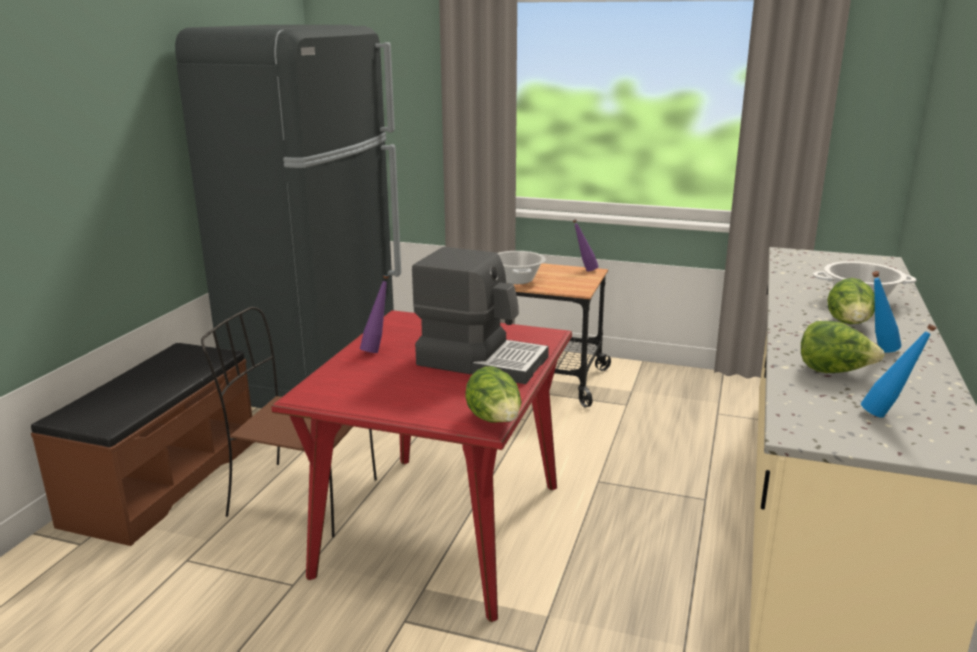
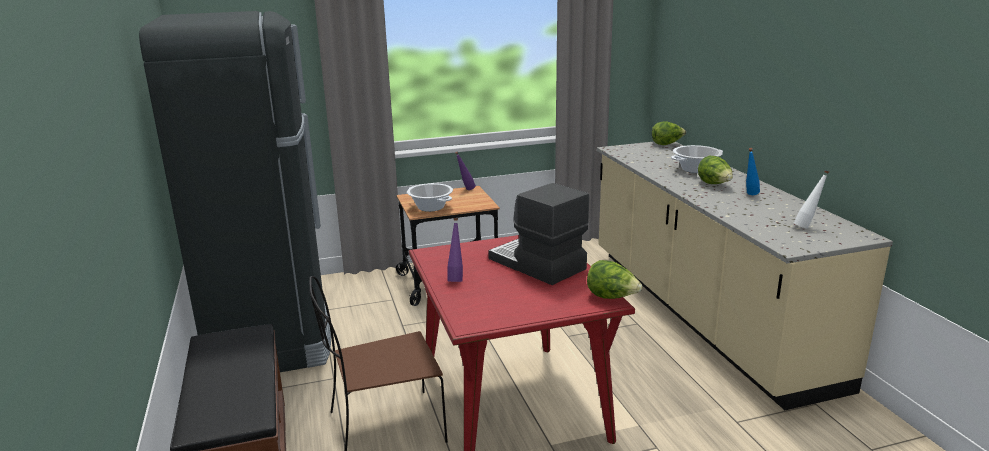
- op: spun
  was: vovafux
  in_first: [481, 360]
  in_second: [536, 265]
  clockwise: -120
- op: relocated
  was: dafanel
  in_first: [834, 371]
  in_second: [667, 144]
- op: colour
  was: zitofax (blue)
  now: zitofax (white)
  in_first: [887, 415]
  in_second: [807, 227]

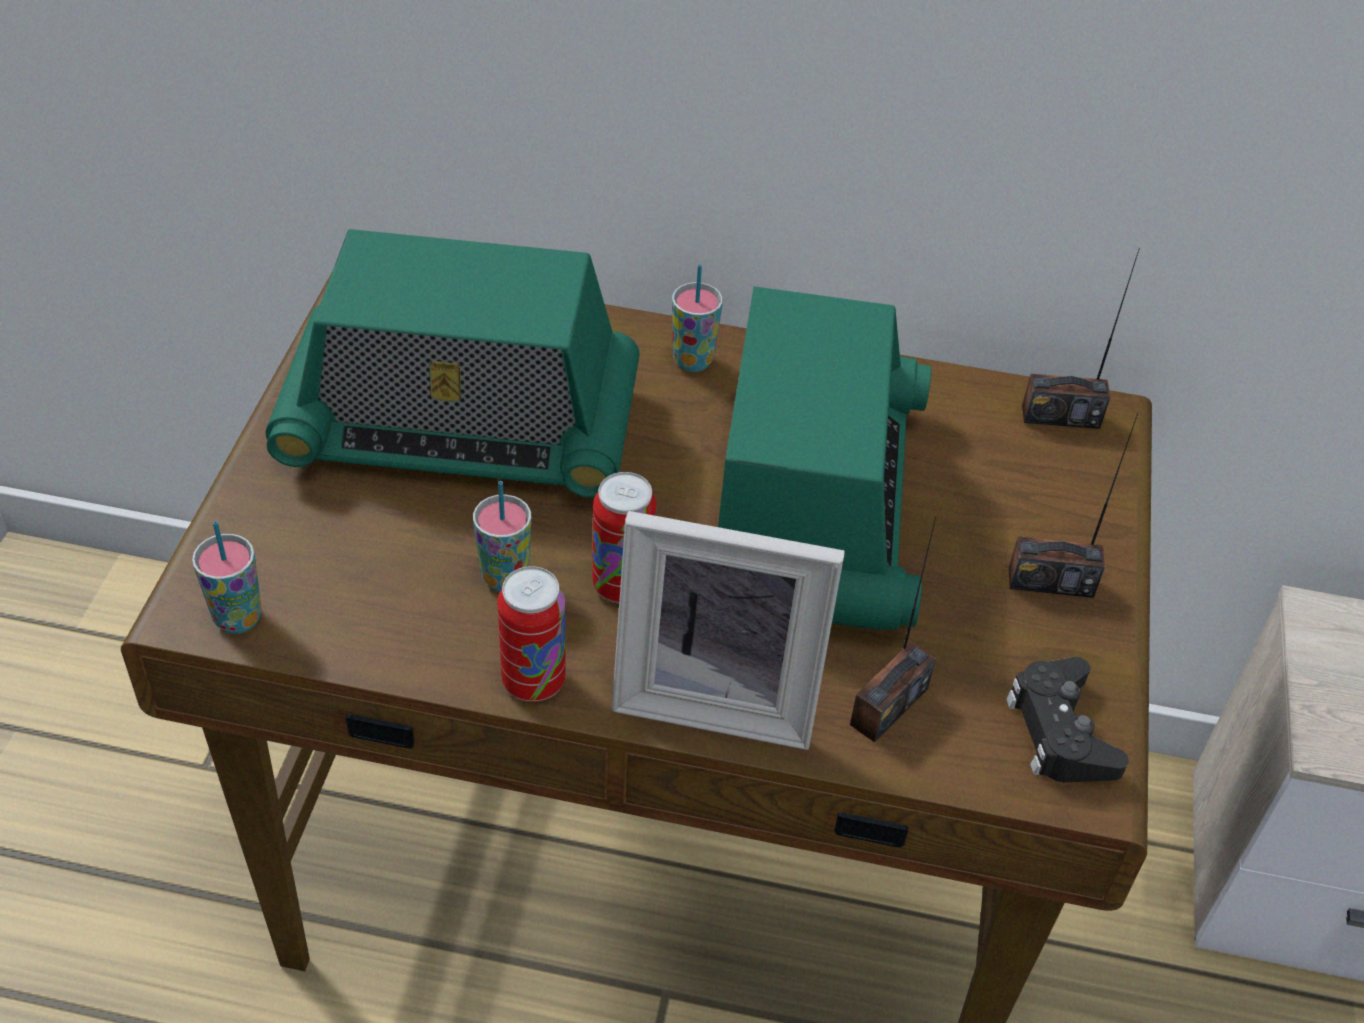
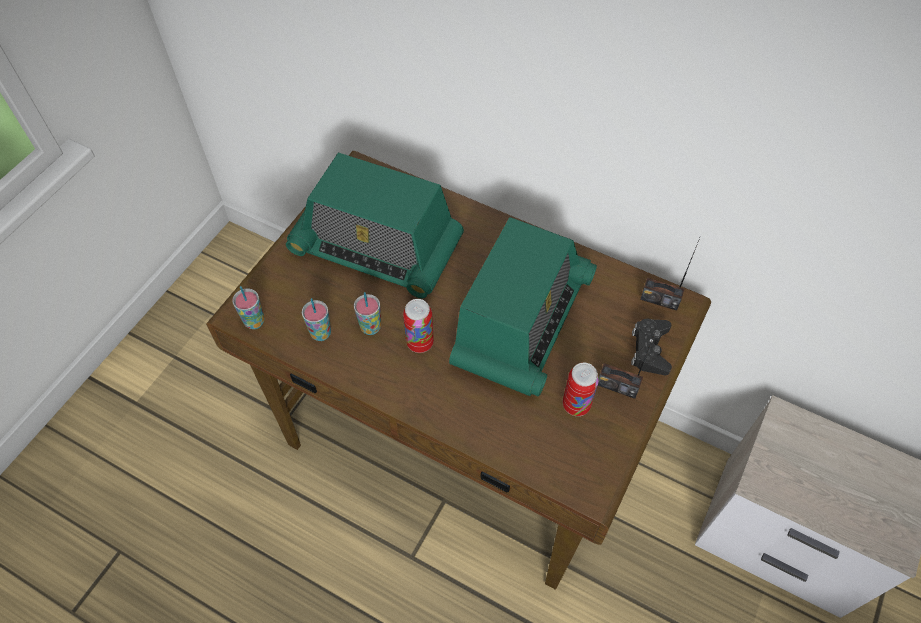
- op: relocated
  was: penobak
  in_first: [533, 681]
  in_second: [576, 405]
- op: missing
  was: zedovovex
  in_first: [717, 696]
- op: relocated
  was: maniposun
  in_first: [693, 361]
  in_second: [321, 333]
- op: missing
  was: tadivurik
  in_first: [888, 706]
- op: relocated
  was: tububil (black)
  in_first: [1060, 731]
  in_second: [650, 349]

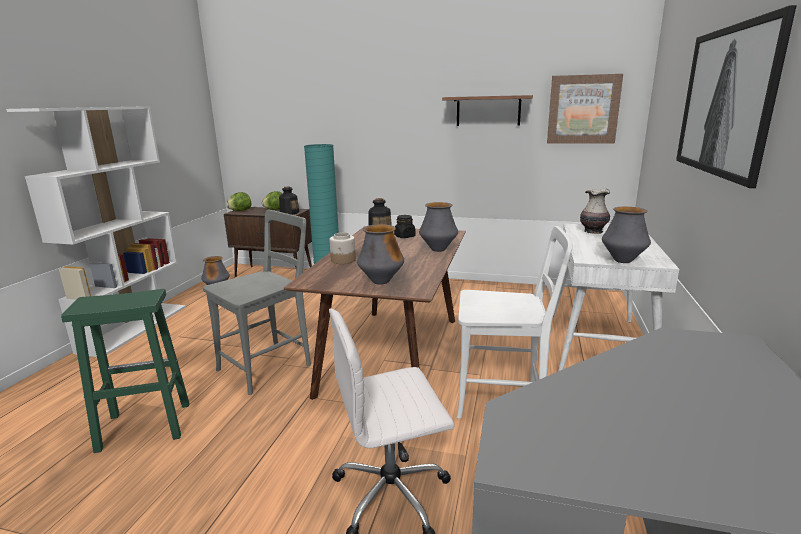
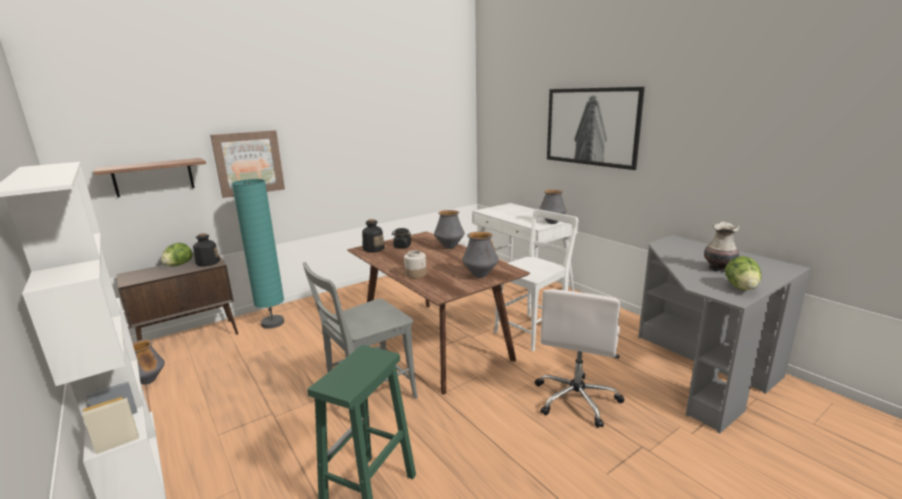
- op: spun
  was: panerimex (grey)
  in_first: [269, 366]
  in_second: [368, 397]
  clockwise: -120
- op: relocated
  was: dafanel
  in_first: [240, 211]
  in_second: [741, 288]
- op: relocated
  was: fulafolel
  in_first: [488, 111]
  in_second: [153, 177]
- op: relocated
  was: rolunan
  in_first: [583, 109]
  in_second: [249, 163]
- op: relocated
  was: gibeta
  in_first: [593, 232]
  in_second: [719, 269]

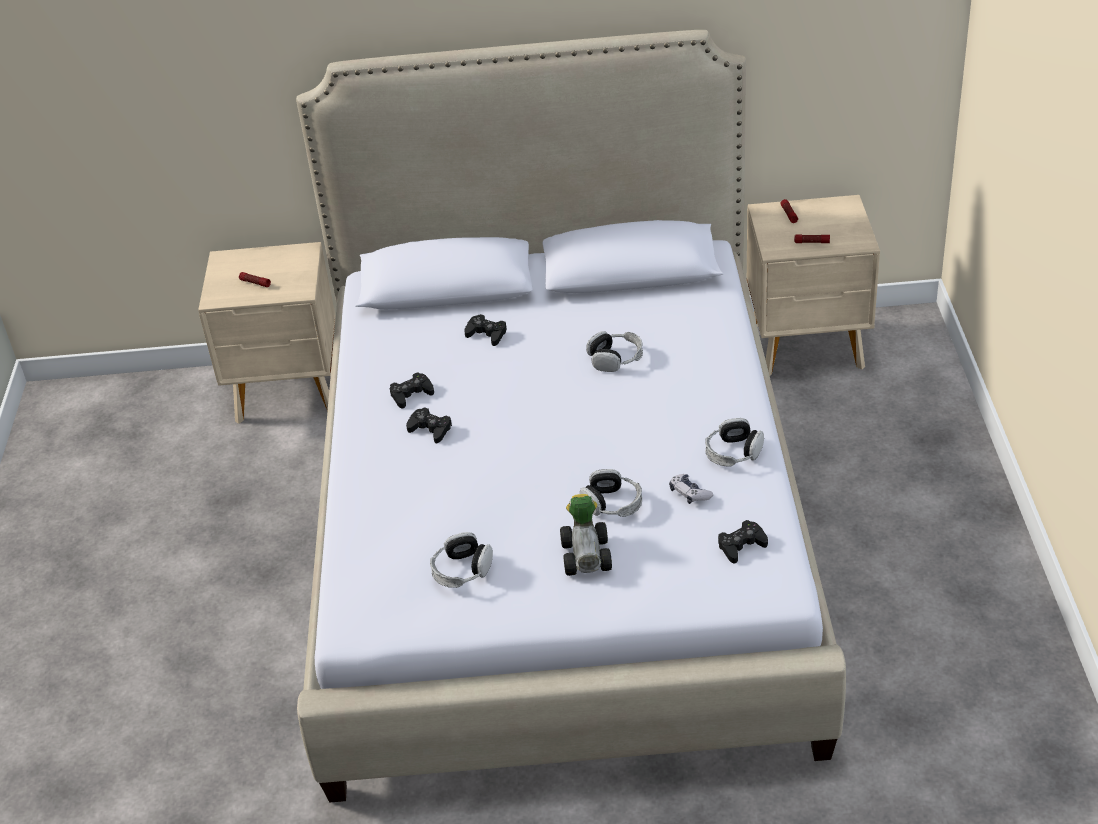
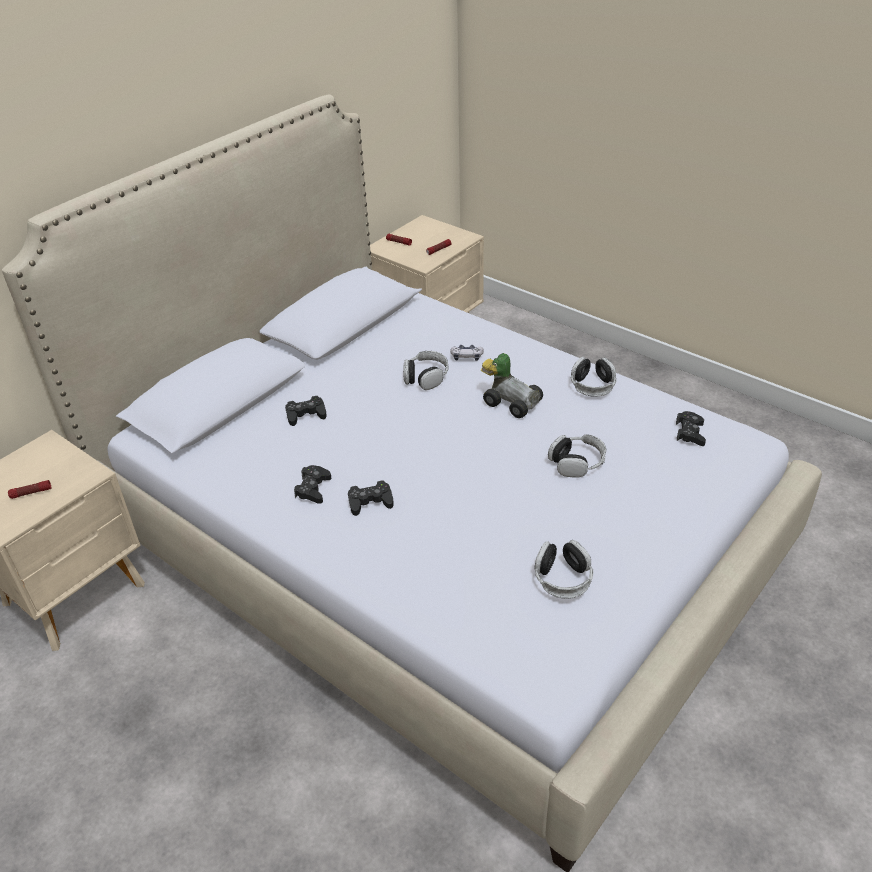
- op: relocated
  was: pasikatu
  in_first: [587, 553]
  in_second: [510, 401]
- op: relocated
  was: tububil
  in_first: [689, 493]
  in_second: [466, 357]

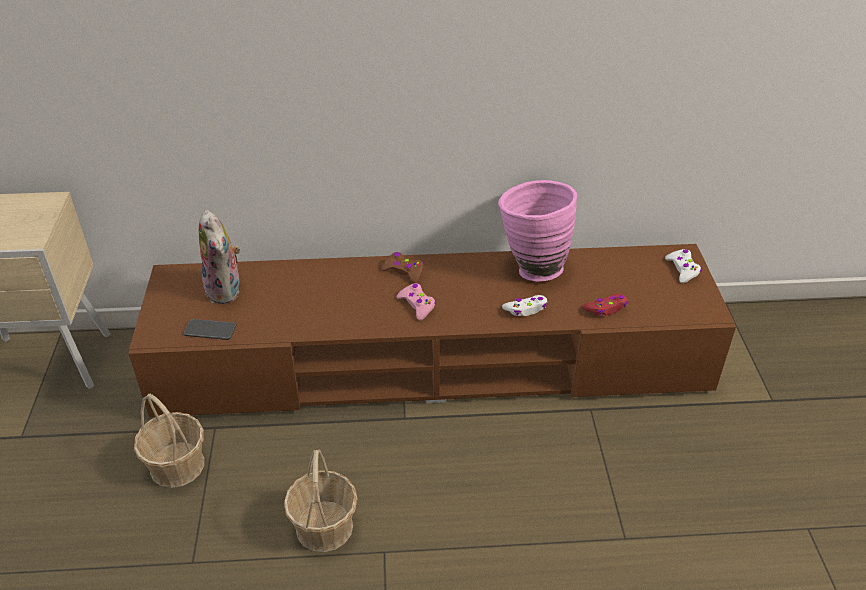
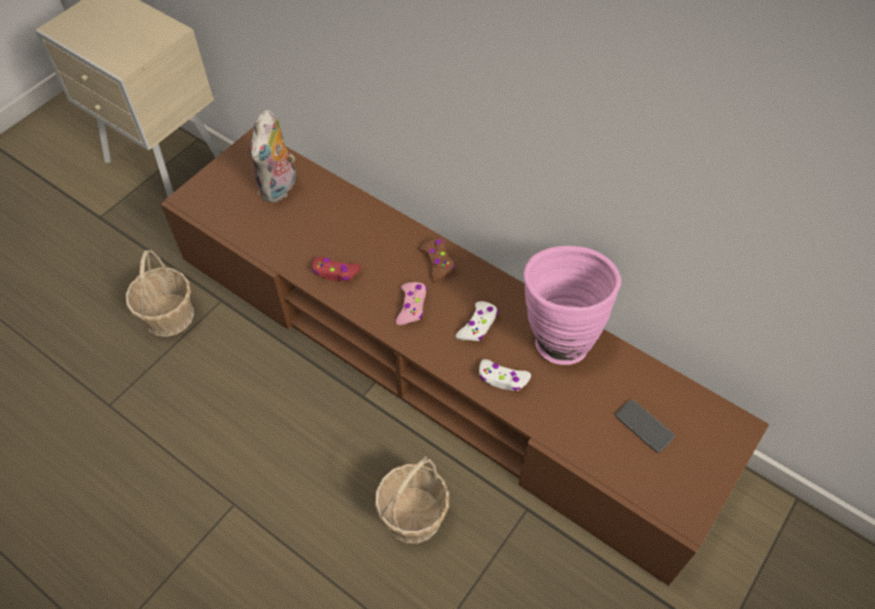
- op: relocated
  was: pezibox
  in_first: [210, 330]
  in_second: [644, 426]
- op: relocated
  was: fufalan
  in_first: [325, 526]
  in_second: [413, 515]
- op: relocated
  was: tububil (red)
  in_first: [606, 308]
  in_second: [335, 272]
- op: relocated
  was: tububil (white)
  in_first: [682, 269]
  in_second: [478, 325]

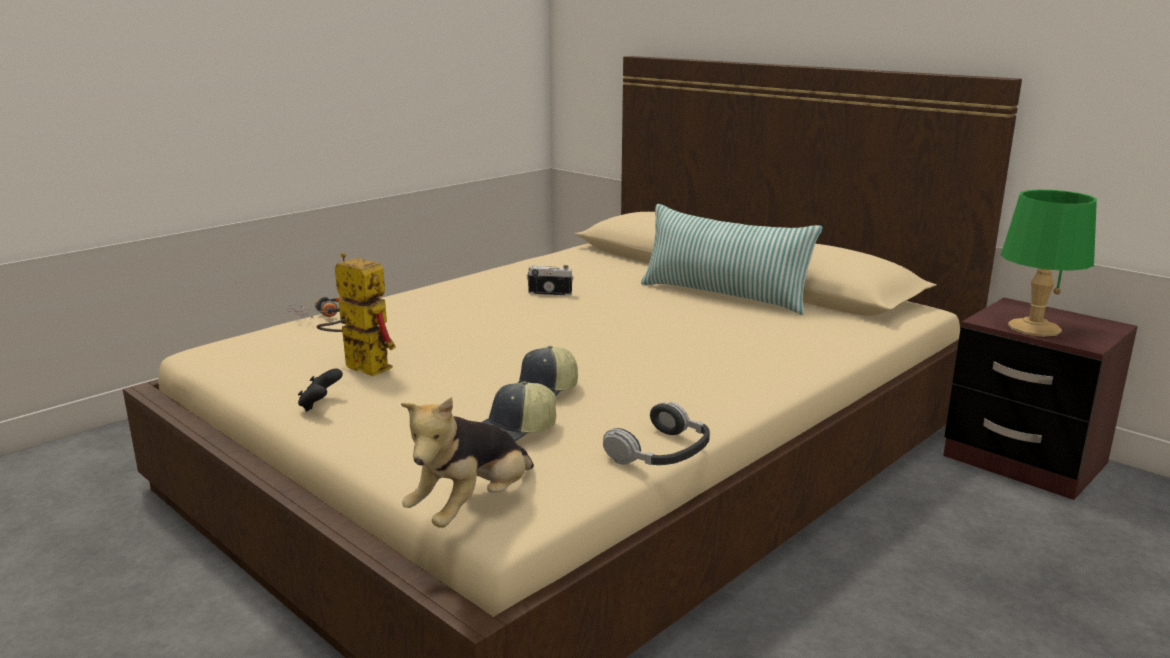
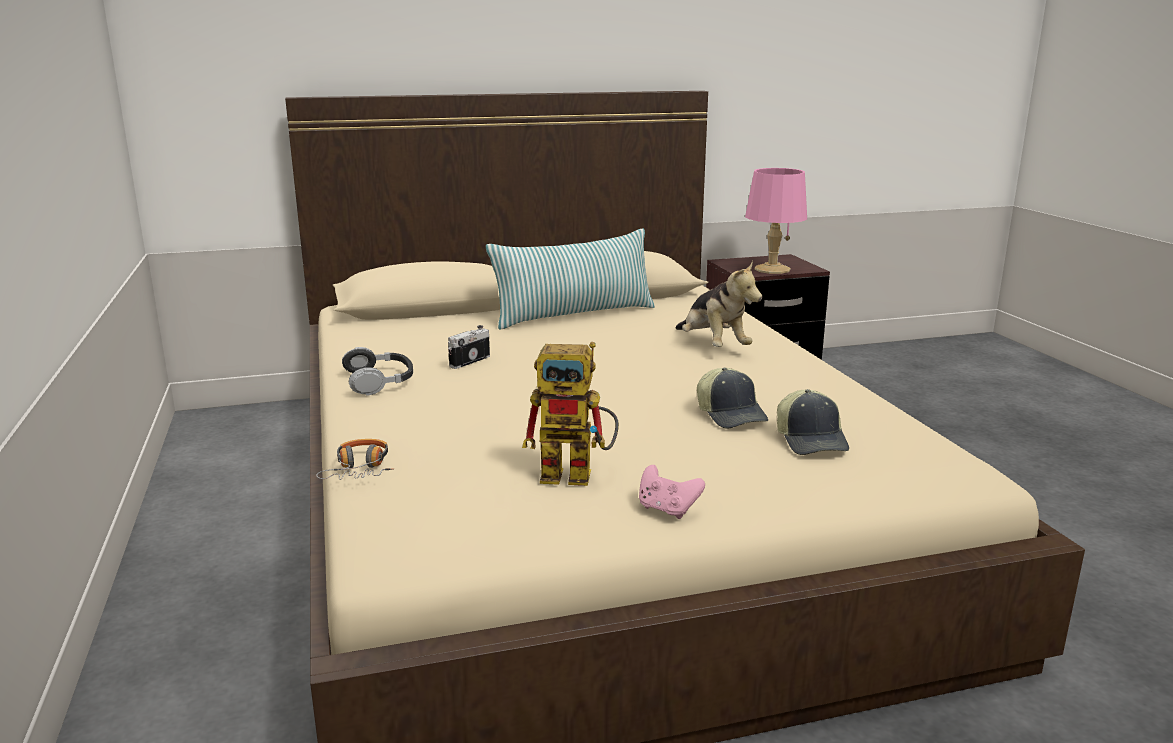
- op: colour
  was: tububil (black)
  now: tububil (pink)
  in_first: [320, 405]
  in_second: [667, 510]
- op: spun
  was: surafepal
  in_first: [358, 367]
  in_second: [578, 474]
  clockwise: -150
- op: relocated
  was: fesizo
  in_first: [472, 508]
  in_second: [713, 346]
- op: relocated
  was: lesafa
  in_first: [661, 452]
  in_second: [379, 381]
- op: colour
  was: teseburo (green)
  now: teseburo (pink)
  in_first: [1034, 327]
  in_second: [771, 269]

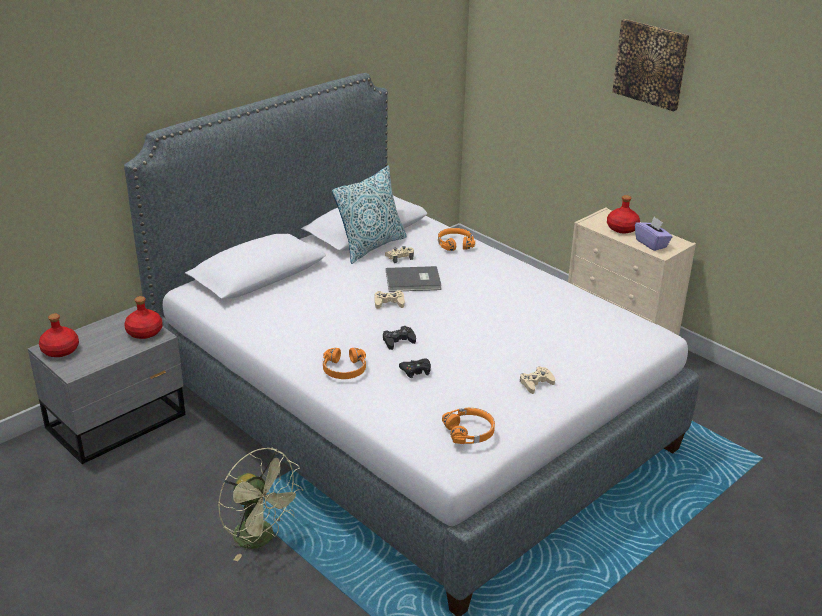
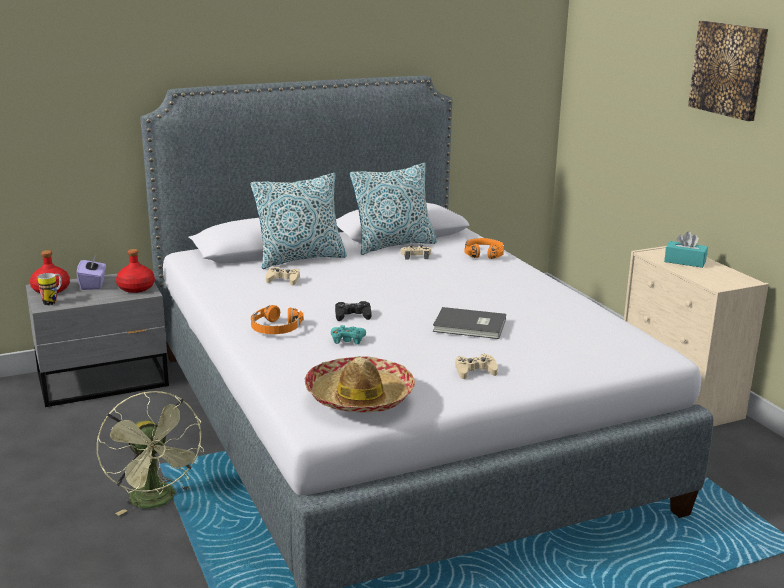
- op: relocated
  was: tububil (beige)
  in_first: [389, 303]
  in_second: [283, 280]
- op: relocated
  was: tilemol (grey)
  in_first: [414, 281]
  in_second: [470, 326]
- op: colour
  was: tububil (black)
  now: tububil (turquoise)
  in_first: [416, 371]
  in_second: [347, 340]
- op: exchanged
  was: lesafa (orange)
  now: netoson
  in_first: [470, 431]
  in_second: [359, 397]
- op: exchanged
  was: zitofax (red)
  now: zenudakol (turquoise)
  in_first: [622, 228]
  in_second: [685, 262]
- op: relocated
  was: zenudakol (purple)
  in_first: [651, 243]
  in_second: [93, 284]
- op: appeared
  now: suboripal
  in_second: [53, 302]
- op: appeared
  now: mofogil
  in_second: [300, 259]

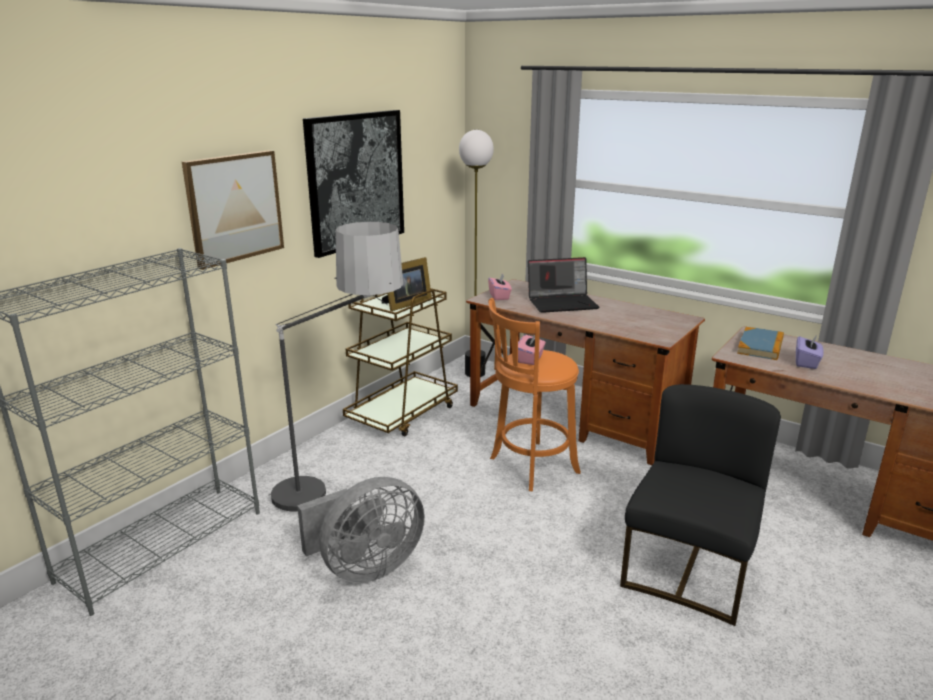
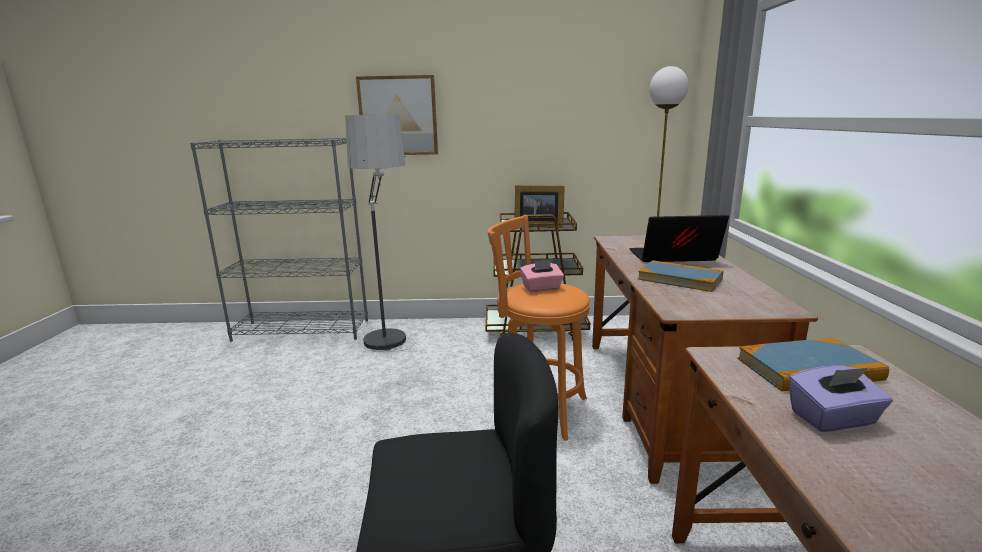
- op: missing
  was: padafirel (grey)
  in_first: [365, 568]
- op: missing
  was: rolunan
  in_first: [356, 181]
- op: missing
  was: zenudakol (pink)
  in_first: [499, 296]
- op: spun
  was: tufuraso
  in_first: [563, 303]
  in_second: [672, 258]
  clockwise: 135
- op: appeared
  now: tilemol
  in_second: [679, 279]

